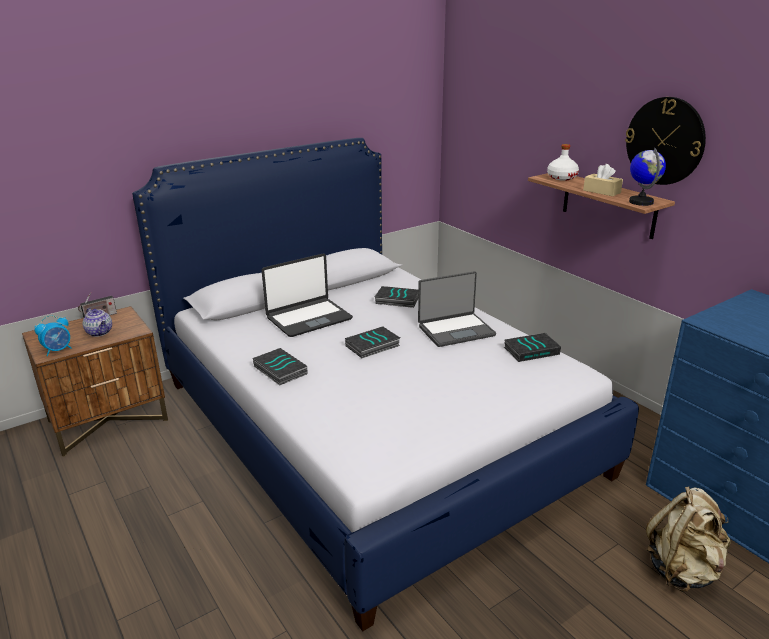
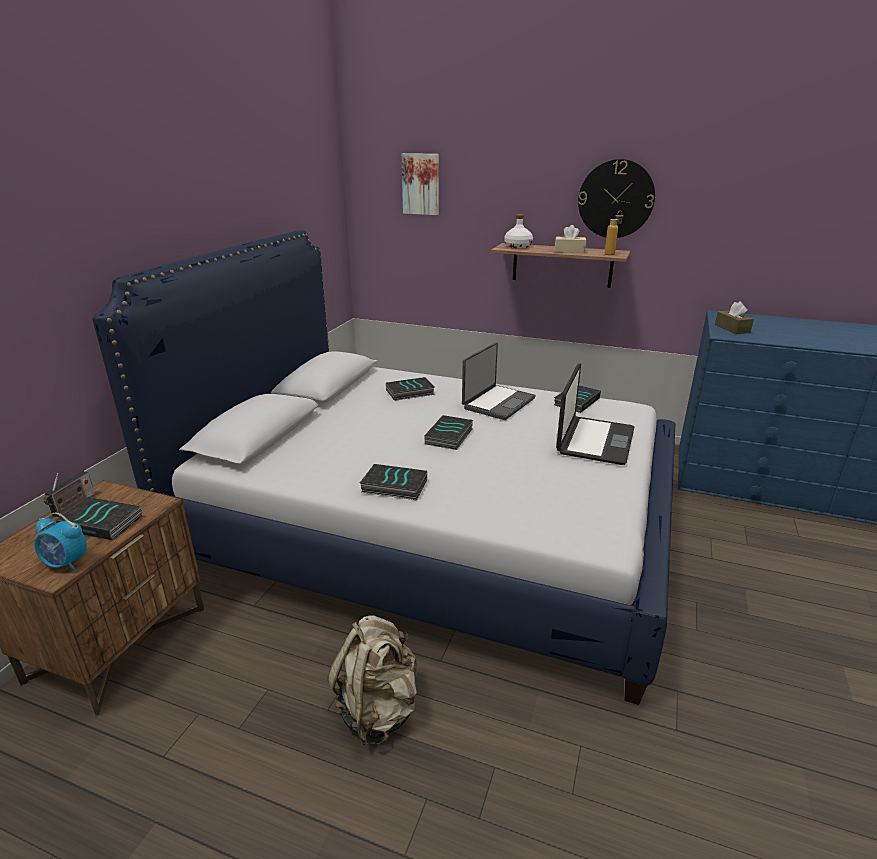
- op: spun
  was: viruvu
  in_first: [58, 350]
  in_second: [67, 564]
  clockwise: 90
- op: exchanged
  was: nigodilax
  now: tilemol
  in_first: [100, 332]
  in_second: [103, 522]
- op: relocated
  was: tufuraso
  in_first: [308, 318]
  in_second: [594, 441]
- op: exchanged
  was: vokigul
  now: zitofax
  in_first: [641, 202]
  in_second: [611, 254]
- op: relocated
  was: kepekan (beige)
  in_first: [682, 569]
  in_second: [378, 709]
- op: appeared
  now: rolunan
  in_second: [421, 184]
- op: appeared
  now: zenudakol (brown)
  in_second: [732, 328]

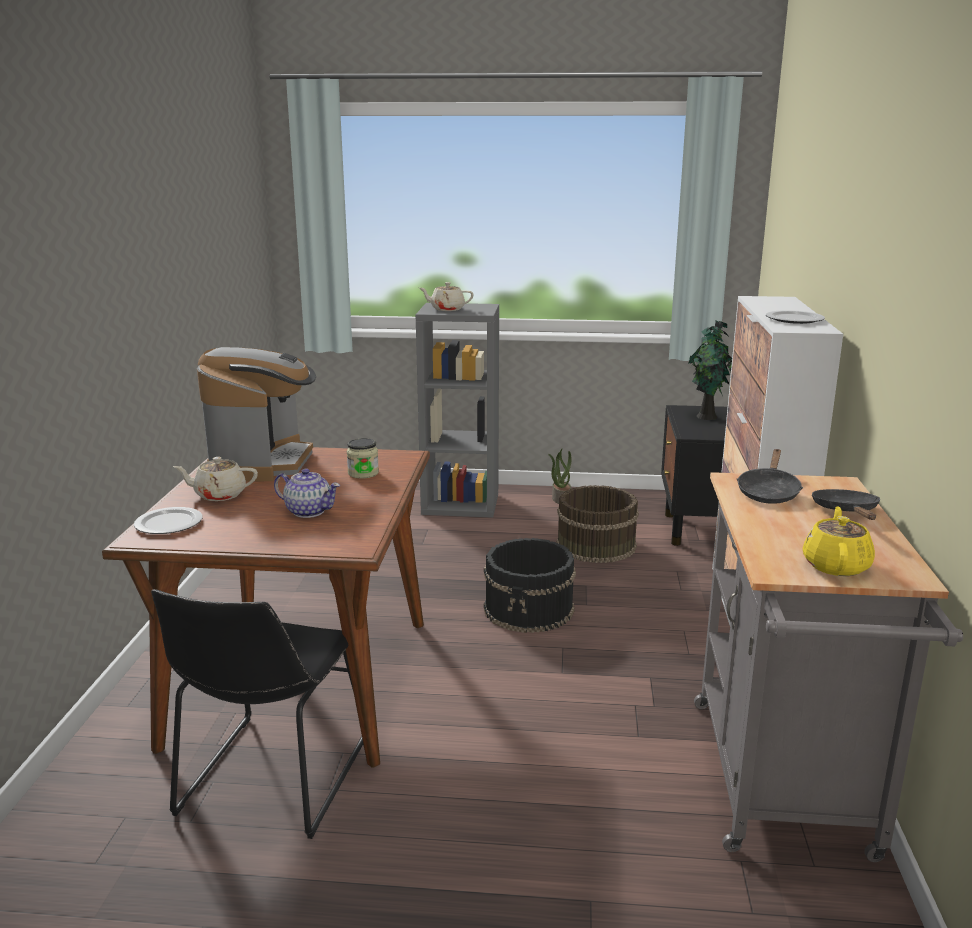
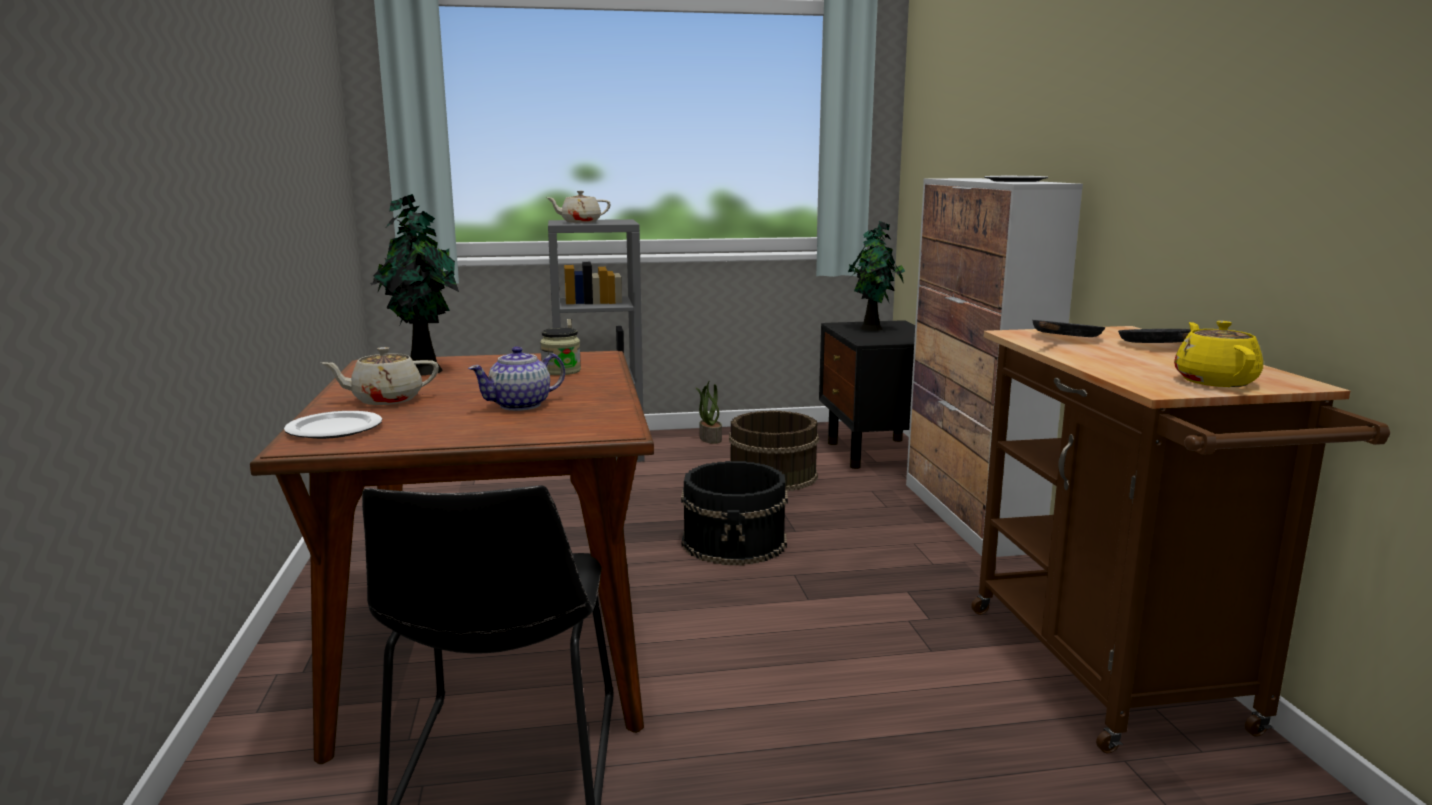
- op: exchanged
  was: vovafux
  now: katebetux
  in_first: [263, 462]
  in_second: [422, 370]
- op: spun
  was: nigodilax
  in_first: [308, 511]
  in_second: [521, 405]
  clockwise: 135
- op: colour
  was: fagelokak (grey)
  now: fagelokak (brown)
  in_first: [784, 787]
  in_second: [1117, 678]
- op: spun
  was: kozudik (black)
  in_first: [768, 492]
  in_second: [1064, 339]
  clockwise: -150

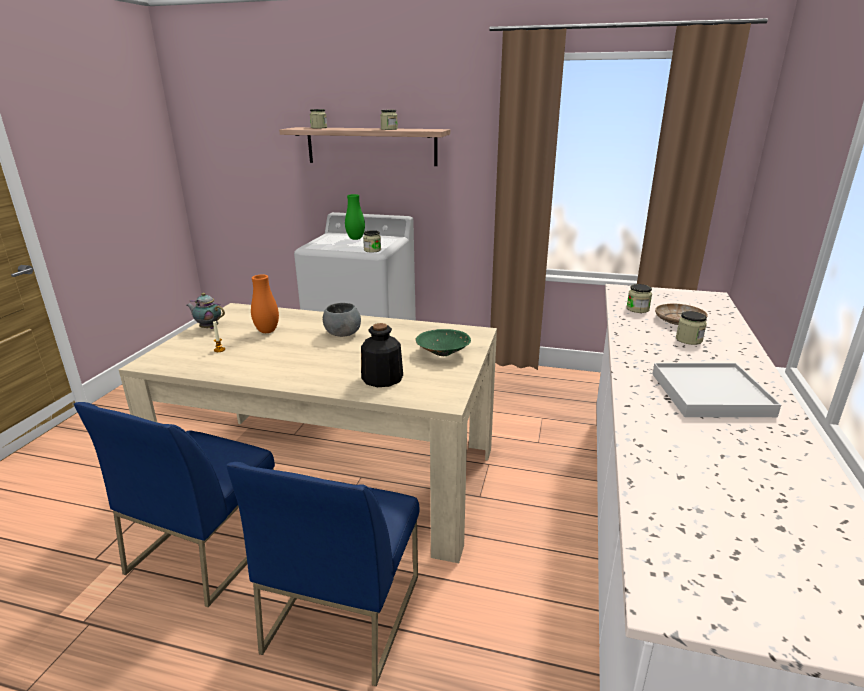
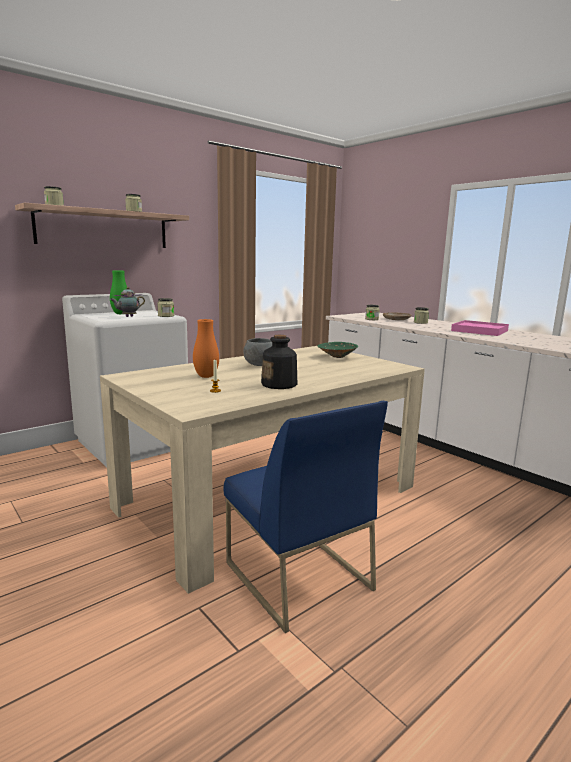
- op: relocated
  was: nigodilax
  in_first: [208, 328]
  in_second: [128, 316]
- op: missing
  was: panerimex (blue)
  in_first: [343, 611]
- op: relocated
  was: zitofax
  in_first: [382, 378]
  in_second: [279, 384]
- op: colour
  was: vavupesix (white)
  now: vavupesix (pink)
  in_first: [710, 394]
  in_second: [480, 331]

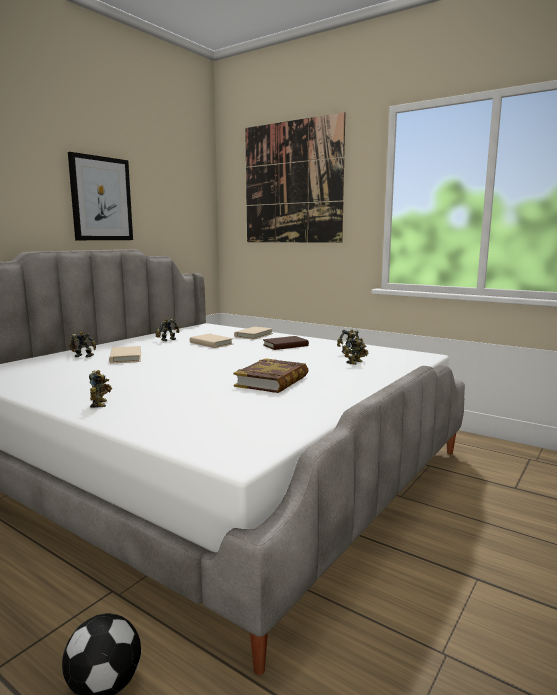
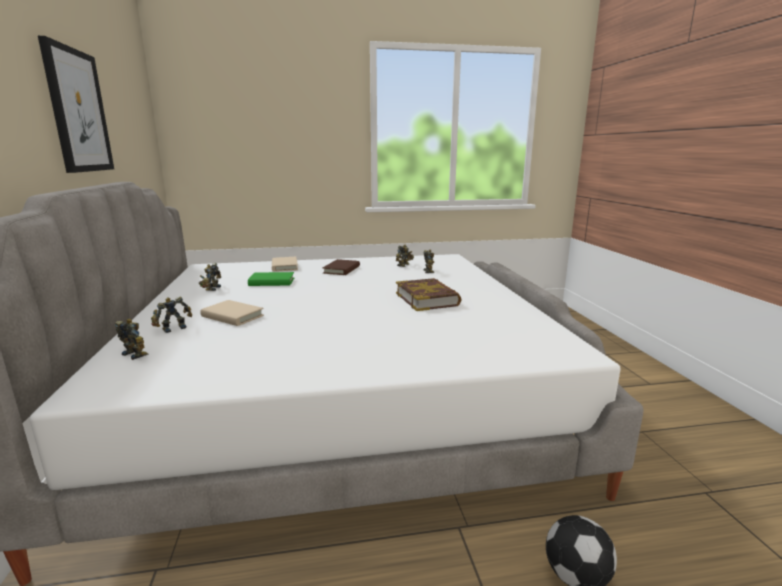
- op: relocated
  was: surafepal
  in_first: [101, 404]
  in_second: [136, 353]
- op: colour
  was: tilemol (beige)
  now: tilemol (green)
  in_first: [211, 343]
  in_second: [271, 282]
- op: missing
  was: rolunan
  in_first: [292, 183]

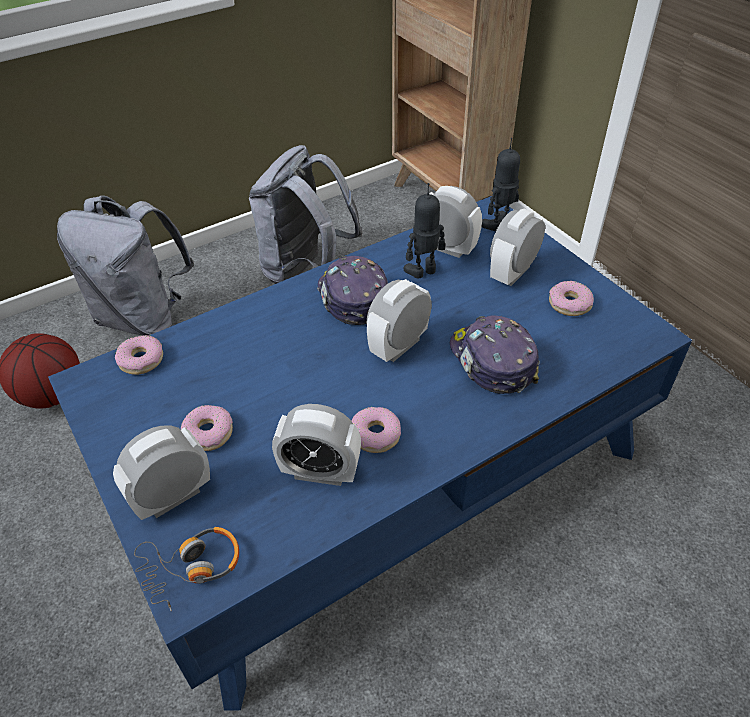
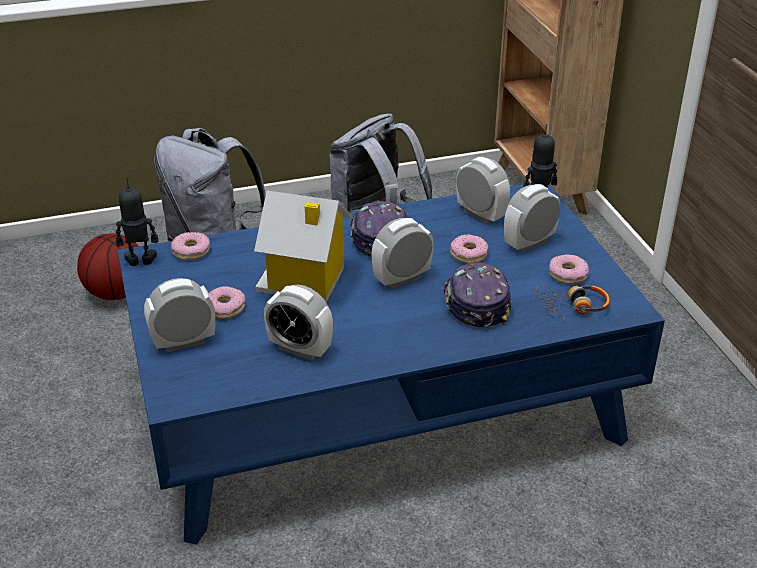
- op: relocated
  was: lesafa
  in_first: [191, 568]
  in_second: [573, 306]
- op: relocated
  was: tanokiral
  in_first: [375, 435]
  in_second: [468, 254]
- op: relocated
  was: surafepal
  in_first: [423, 272]
  in_second: [140, 262]
- op: appeared
  now: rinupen
  in_second: [304, 281]

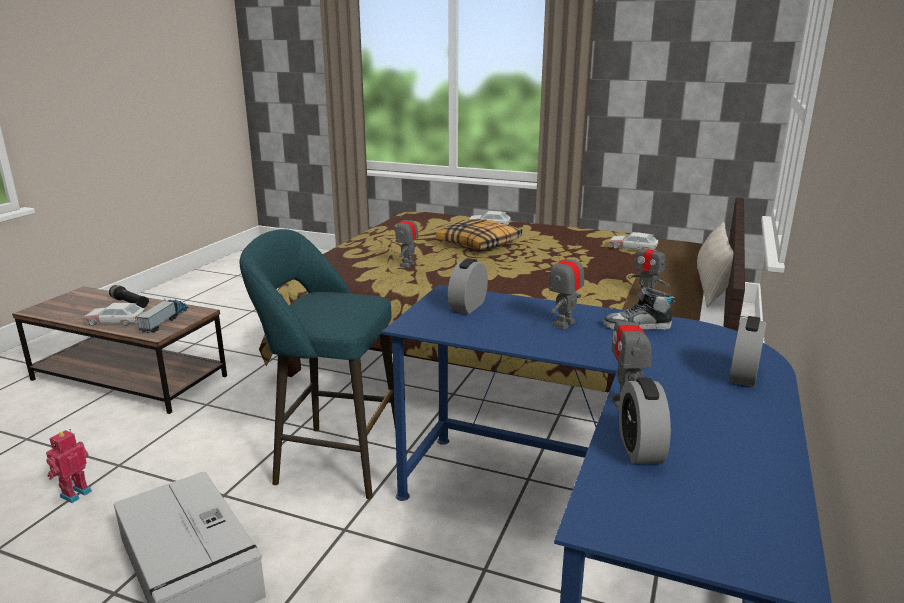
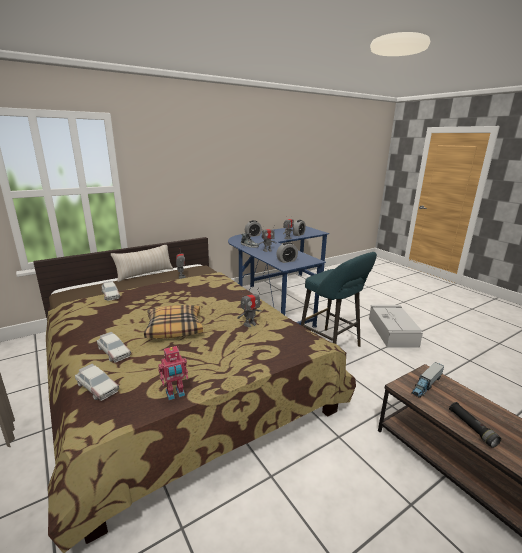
- op: relocated
  was: surafepal
  in_first: [74, 493]
  in_second: [175, 394]
- op: relocated
  was: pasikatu
  in_first: [116, 321]
  in_second: [97, 387]

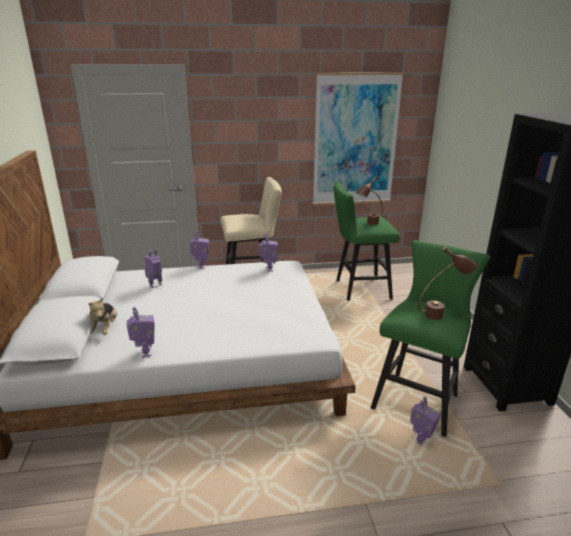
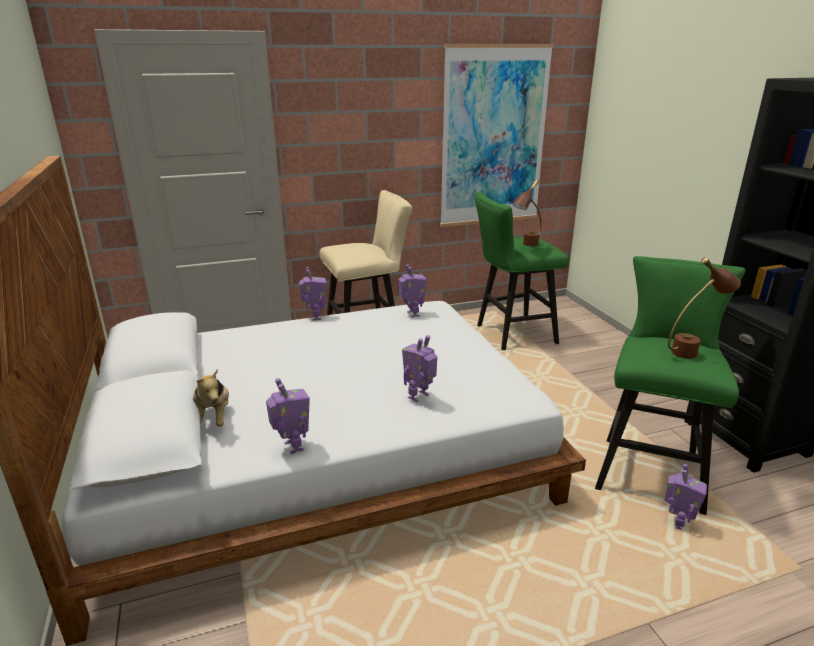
- op: relocated
  was: surafepal
  in_first: [156, 285]
  in_second: [419, 397]

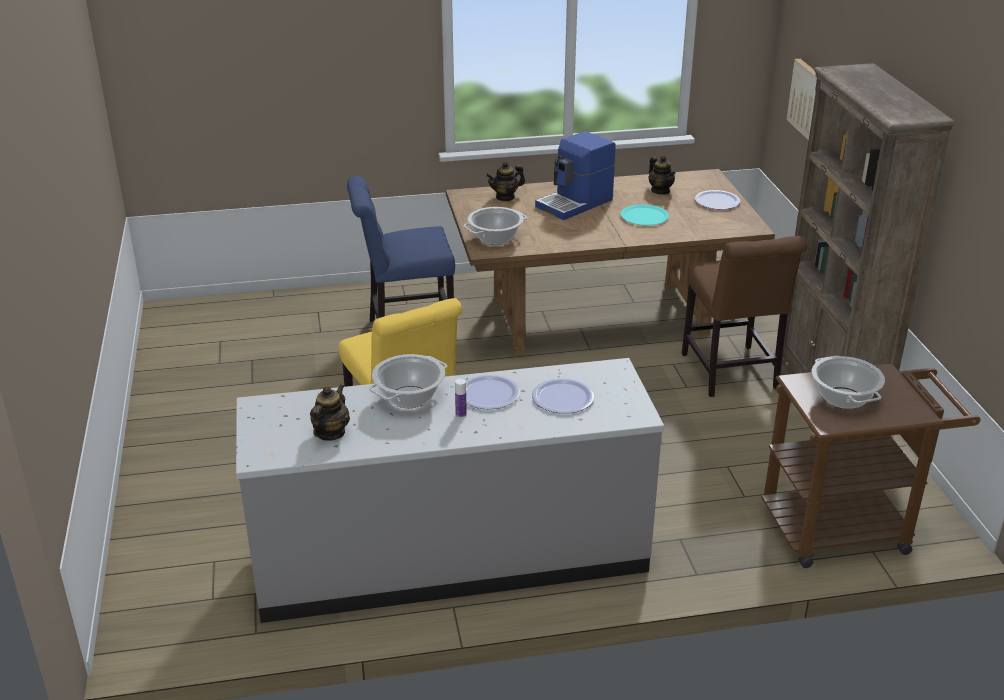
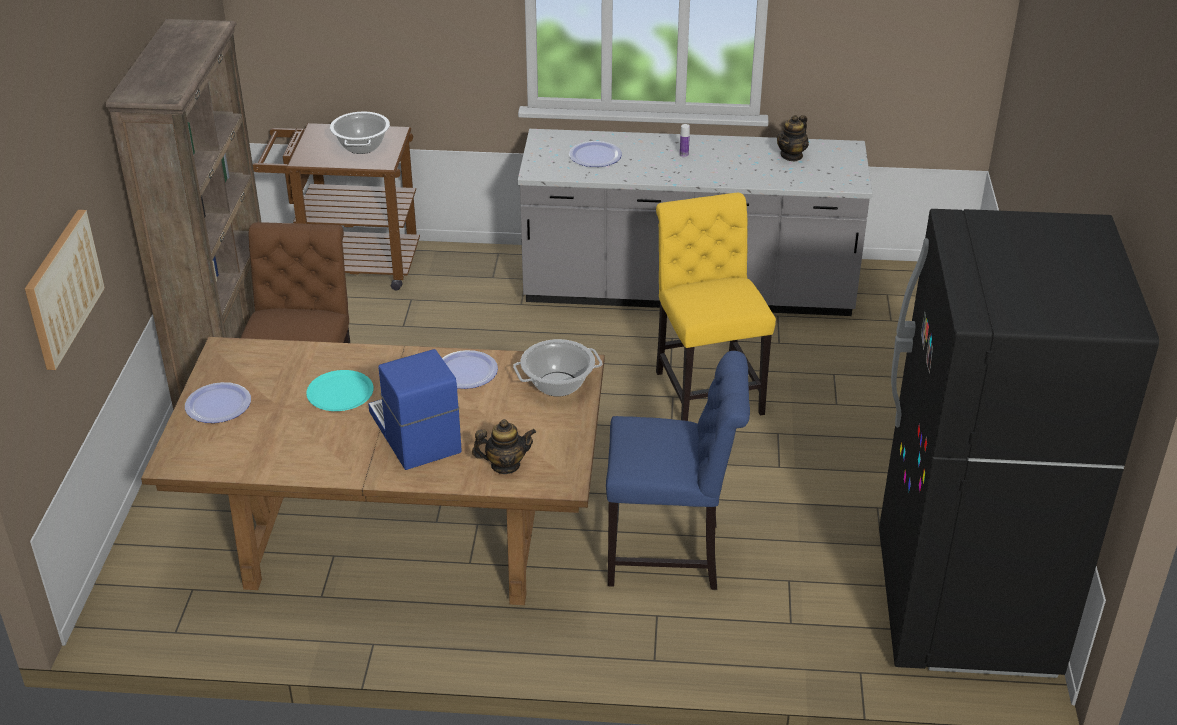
- op: missing
  was: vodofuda
  in_first: [409, 397]
- op: relocated
  was: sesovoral
  in_first: [489, 394]
  in_second: [466, 371]
- op: spun
  was: vovafux
  in_first: [575, 203]
  in_second: [413, 433]
  clockwise: -90
- op: missing
  was: nigodilax
  in_first: [660, 191]
- op: appeared
  now: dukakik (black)
  in_second: [965, 606]

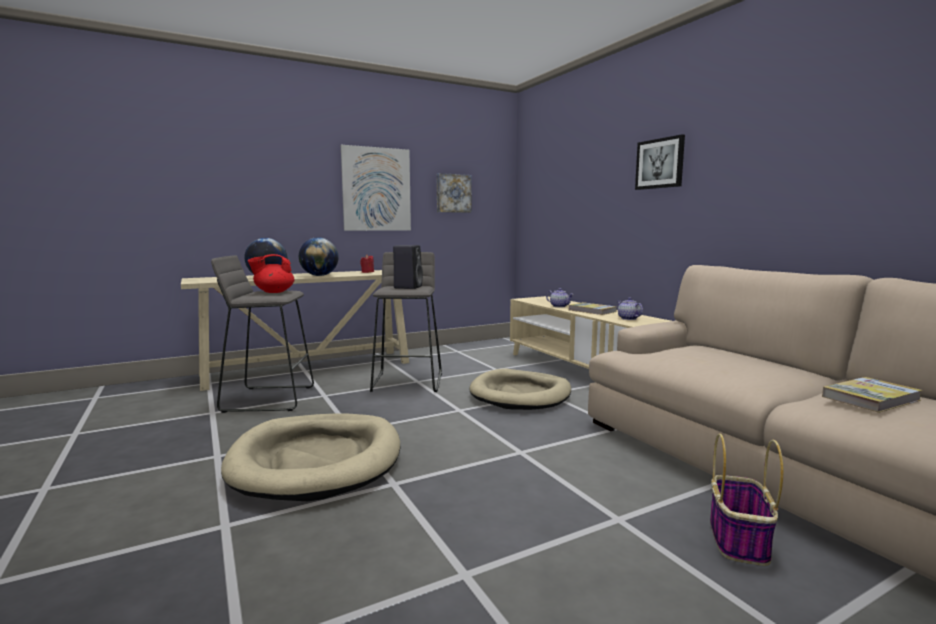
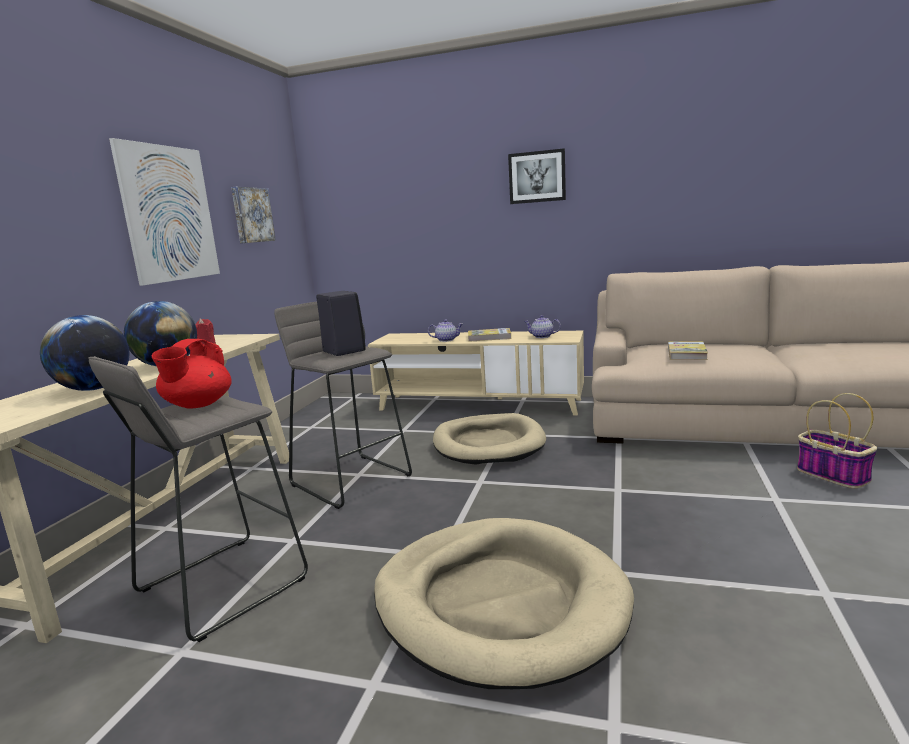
- op: relocated
  was: tilemol
  in_first: [870, 398]
  in_second: [686, 353]

